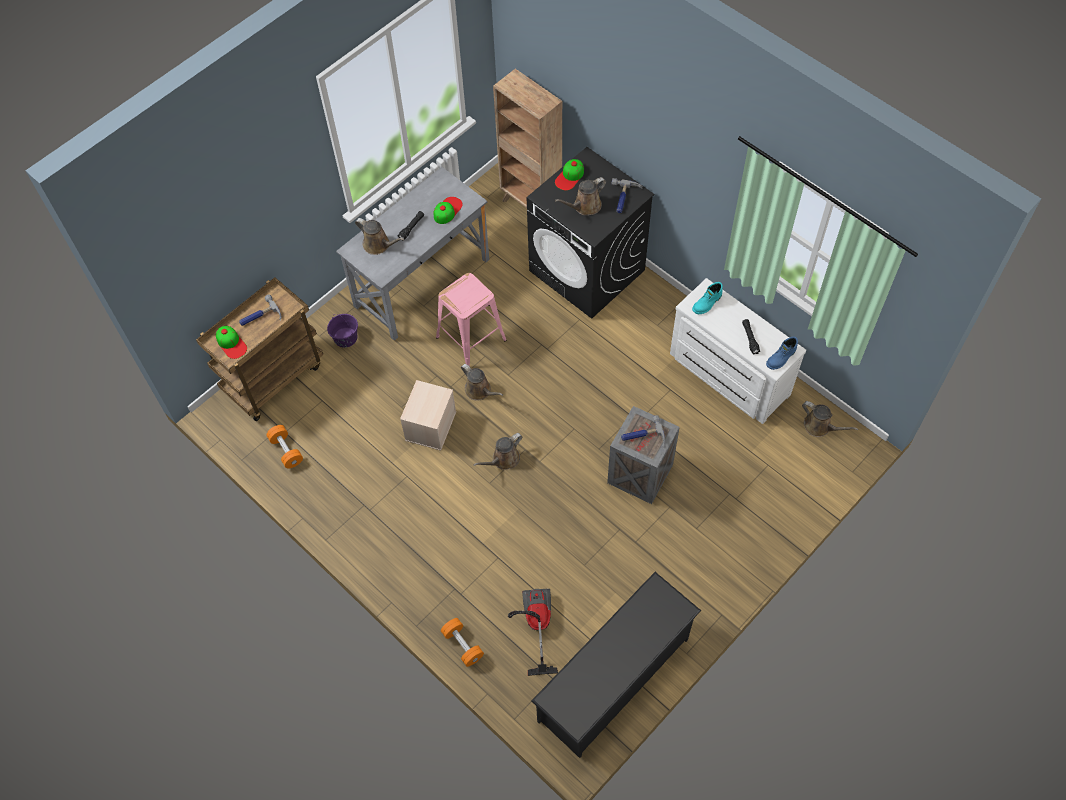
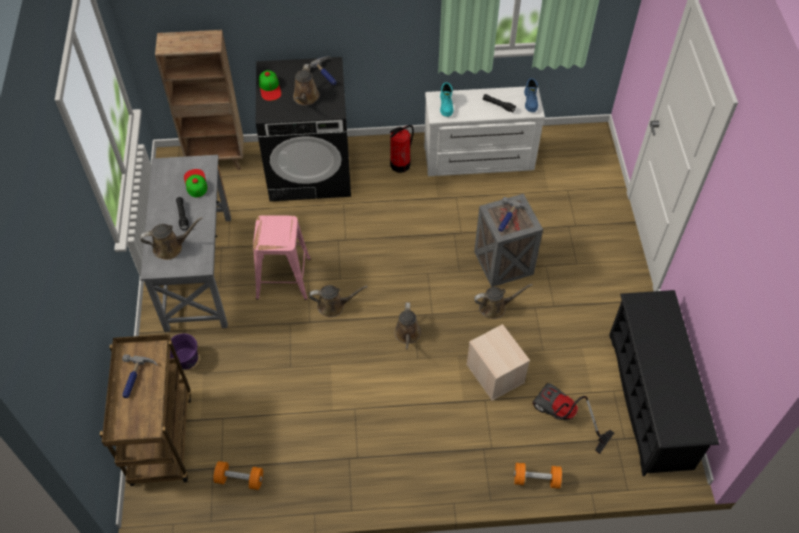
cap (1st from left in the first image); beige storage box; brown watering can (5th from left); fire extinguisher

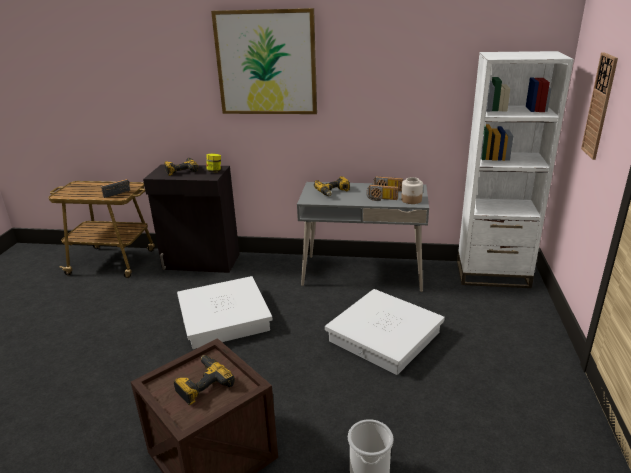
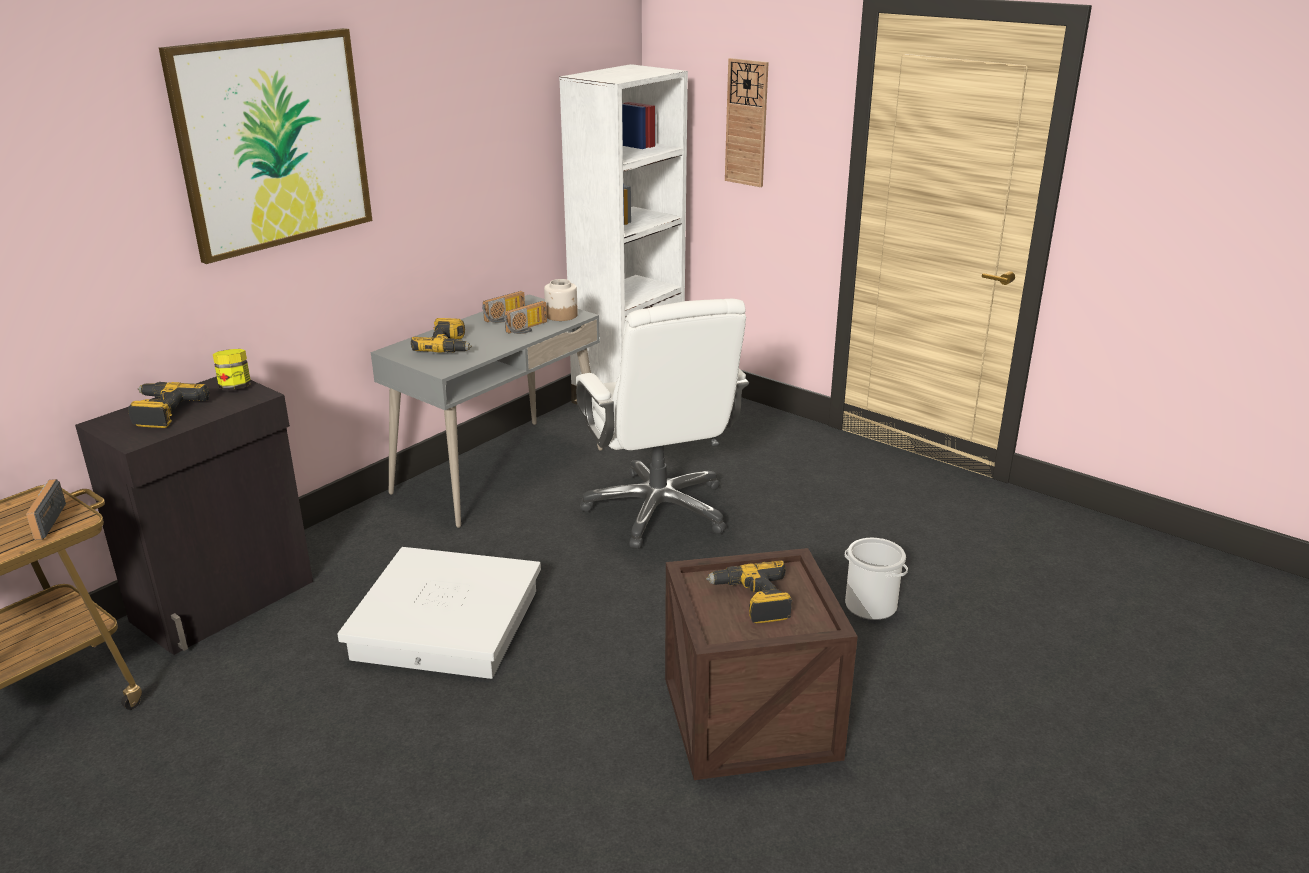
white office chair

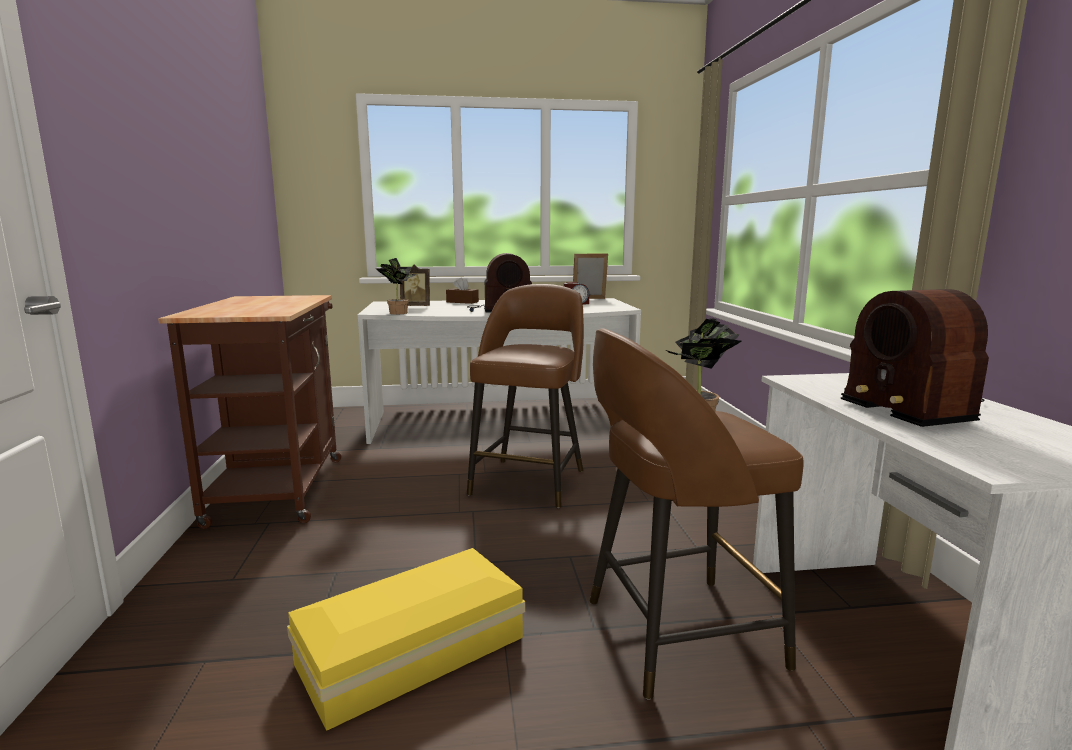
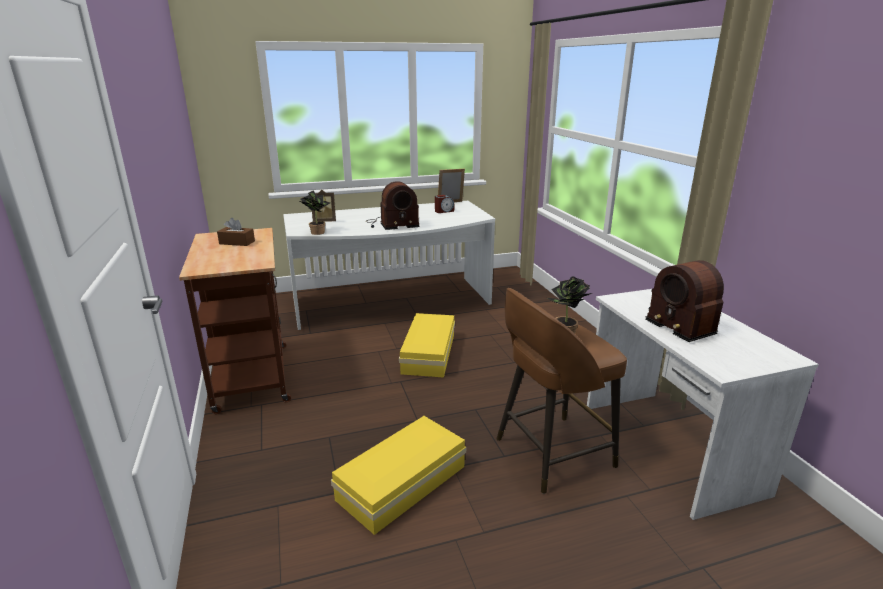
brown tissue box; yellow storage box (2nd from left)

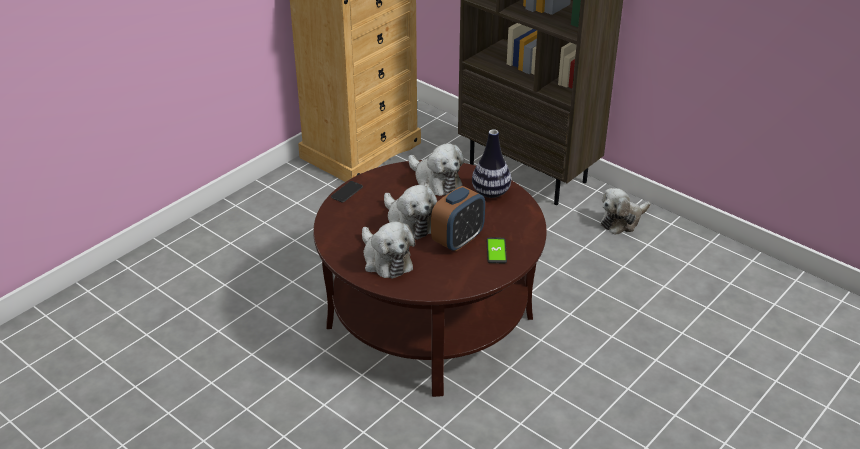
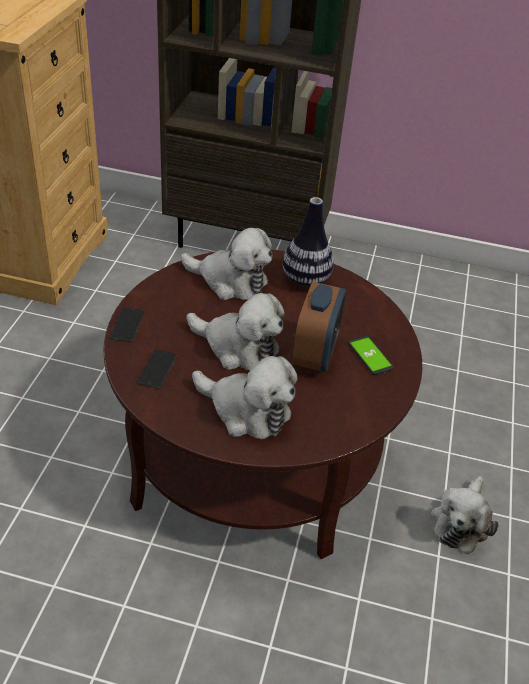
plush toy (4th from left); phone (2nd from left)

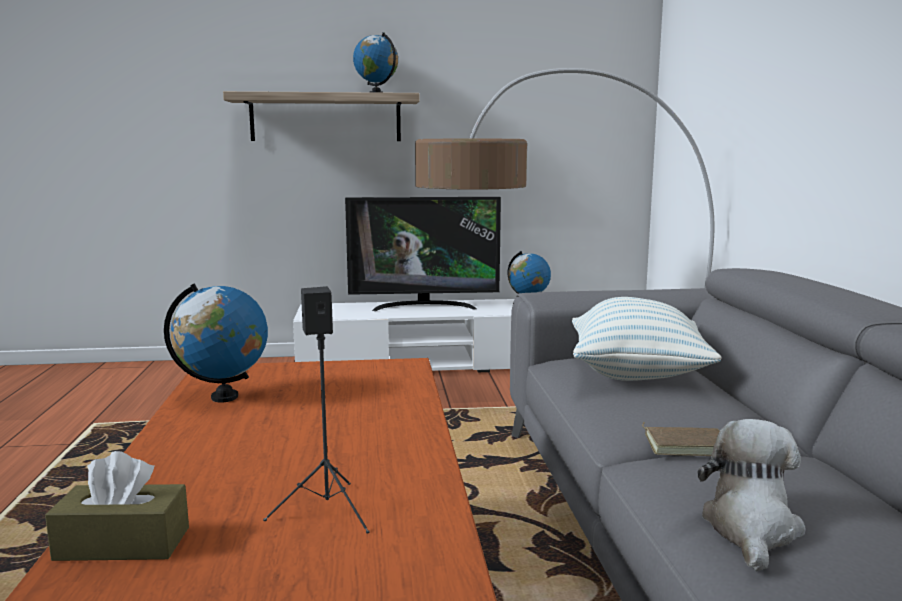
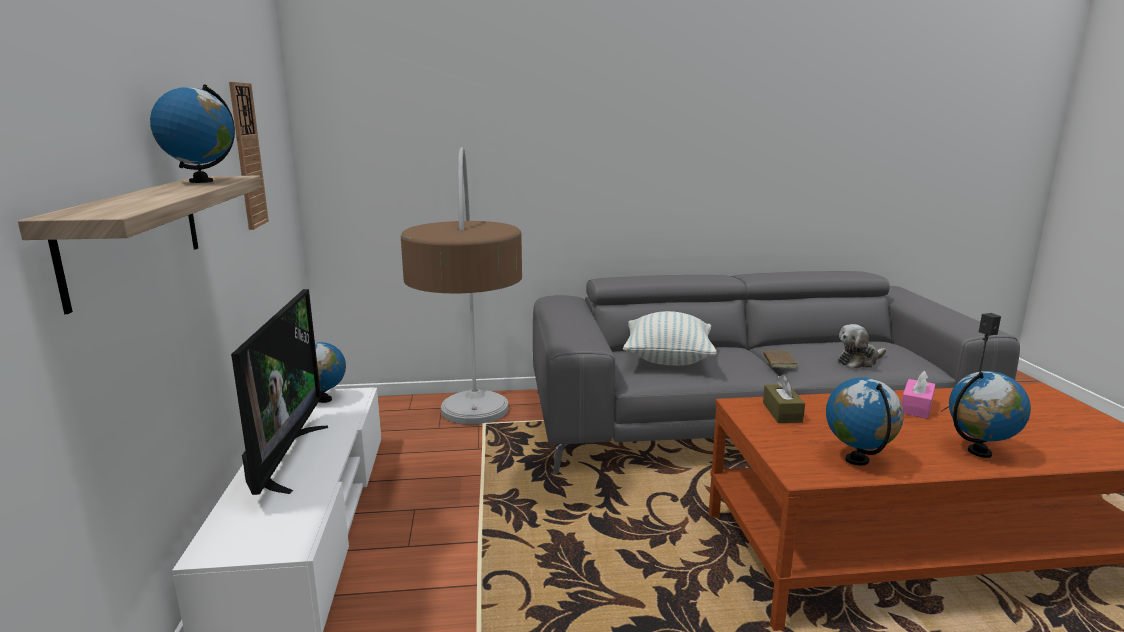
plush toy; brown tissue box; wall clock; pink tissue box; globe (4th from left)

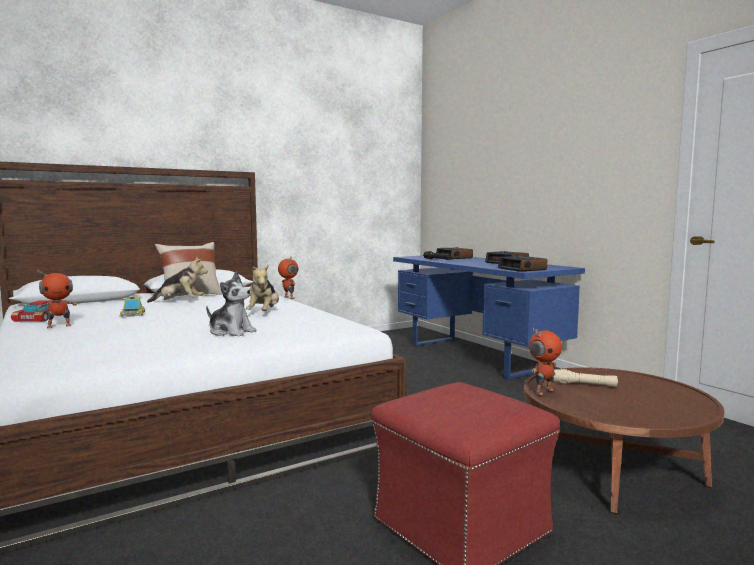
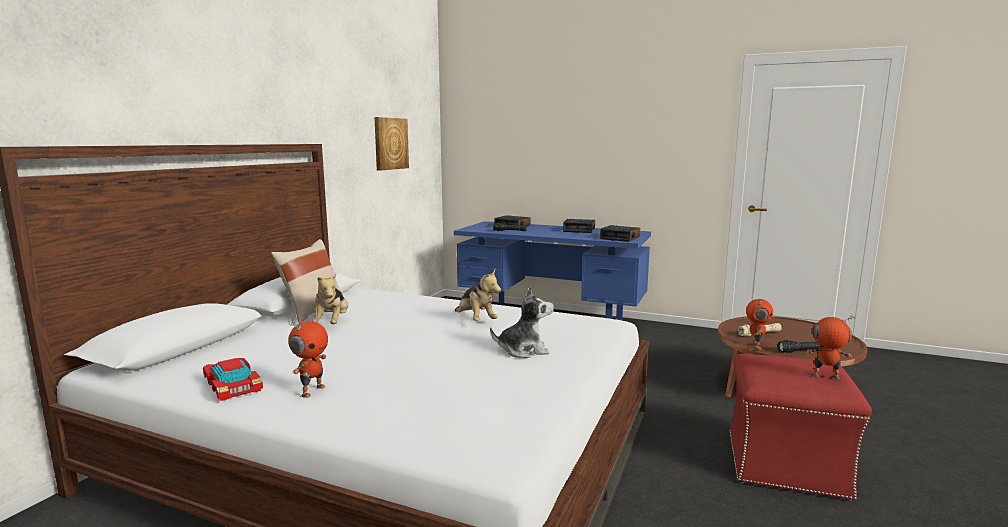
plush toy (1st from left); toy robot (3rd from left); toy car (2nd from left in the first image); picture; black flashlight (2nd from left)

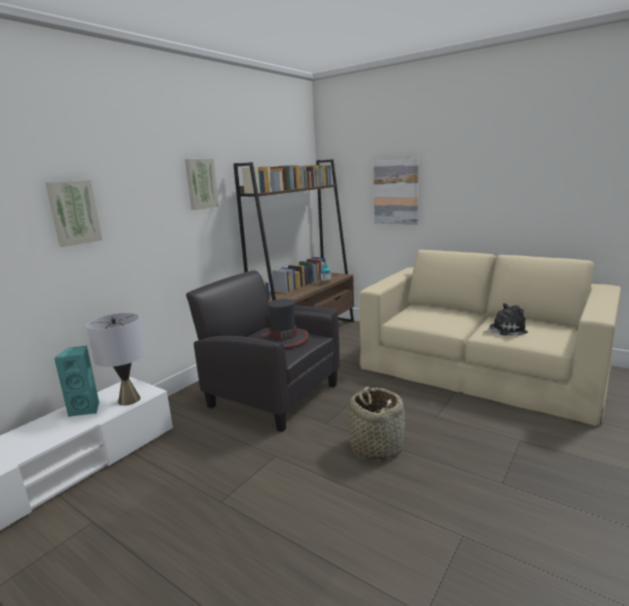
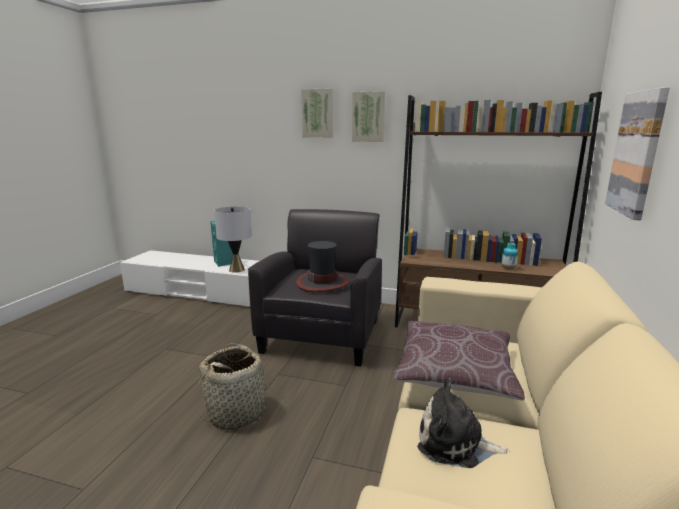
picture (1st from left); plush toy; brown pillow

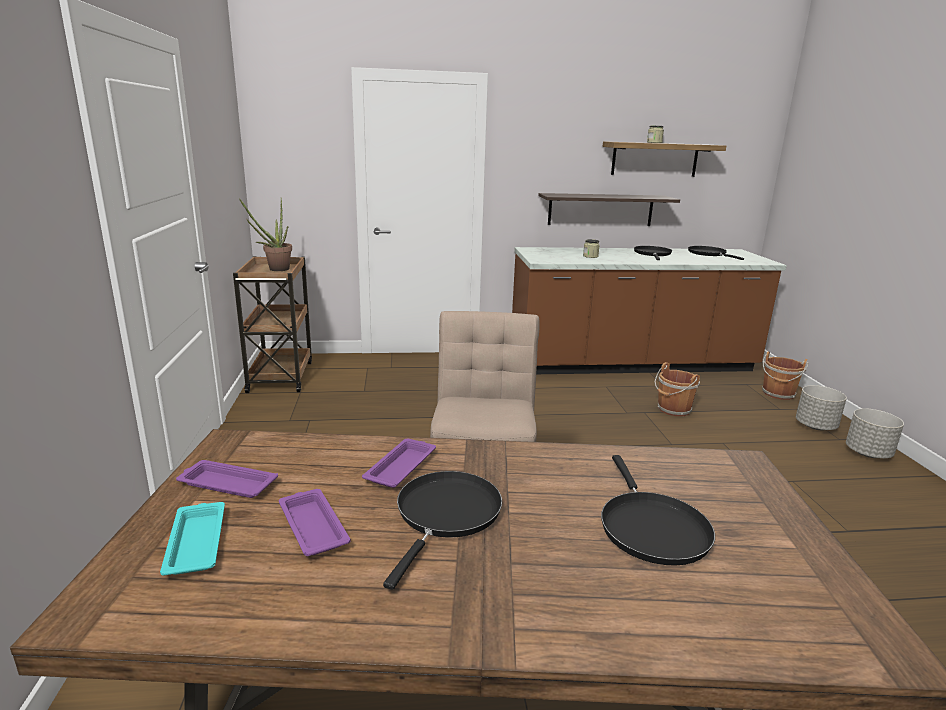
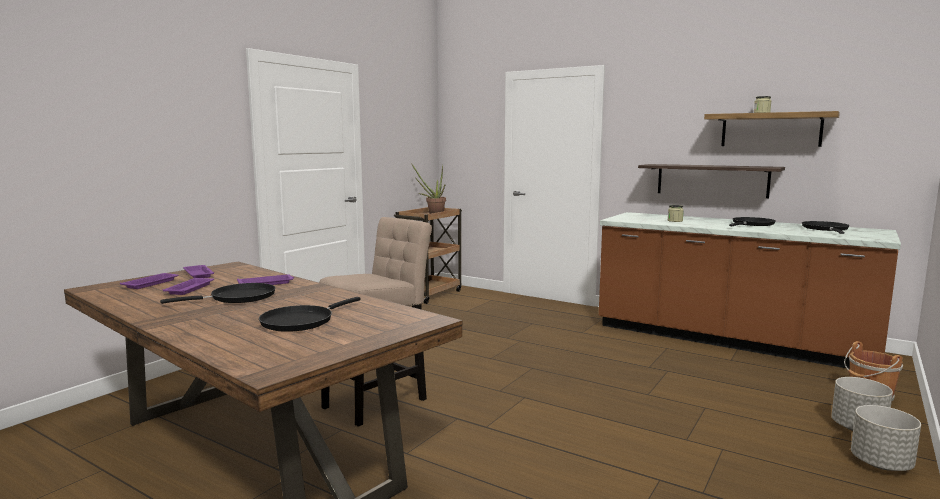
brown bucket (1st from left in the first image); purple tray (1st from left)

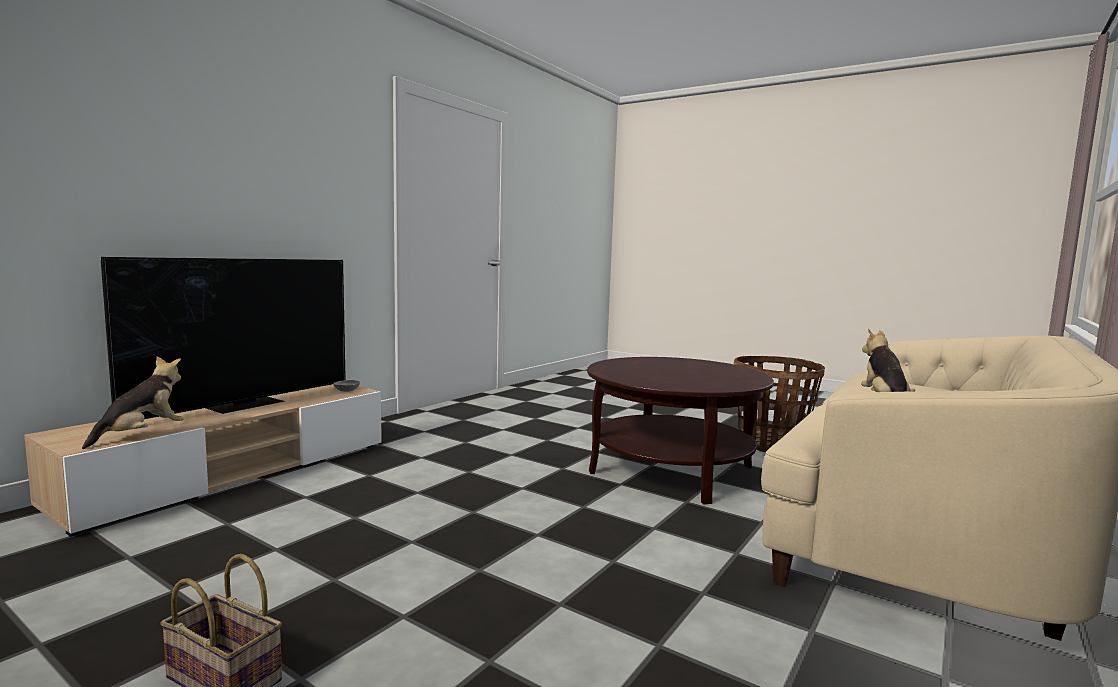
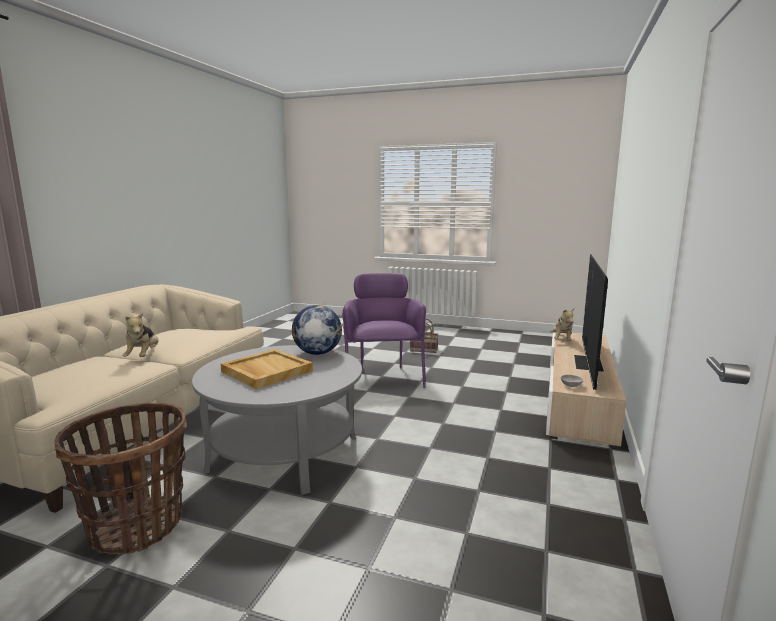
grey coffee table; purple armchair; globe; beige tray

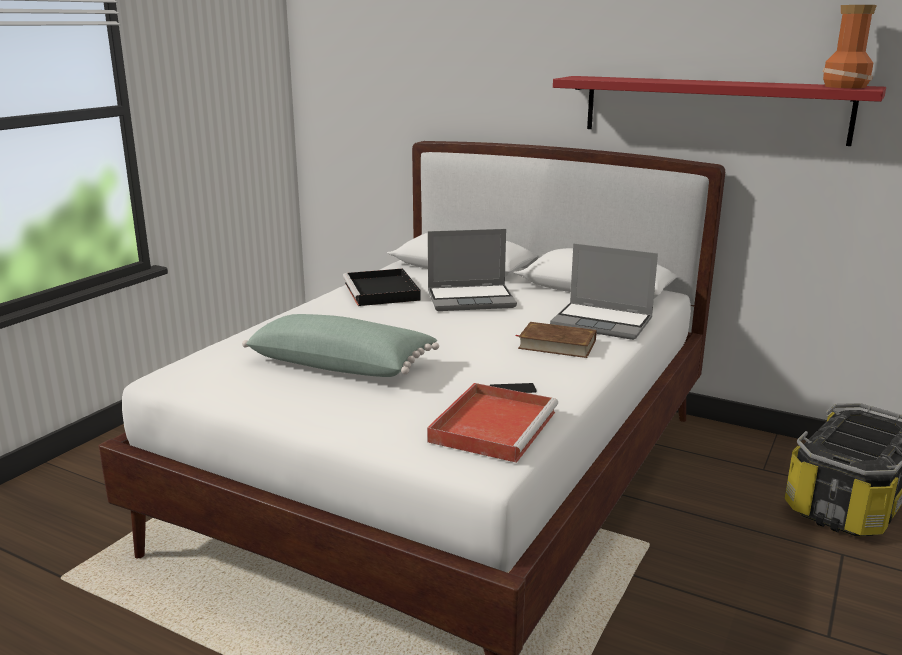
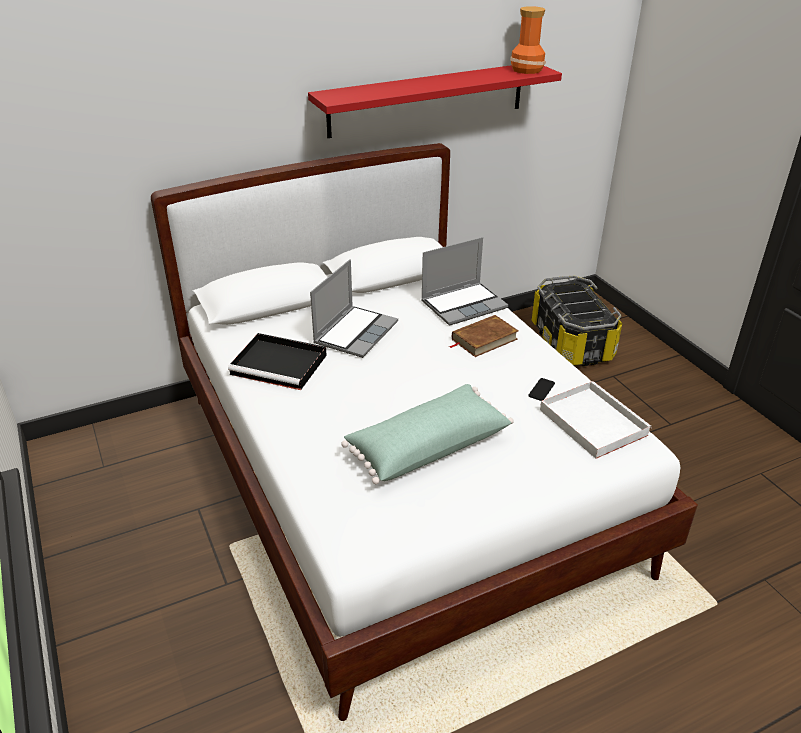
white tray

